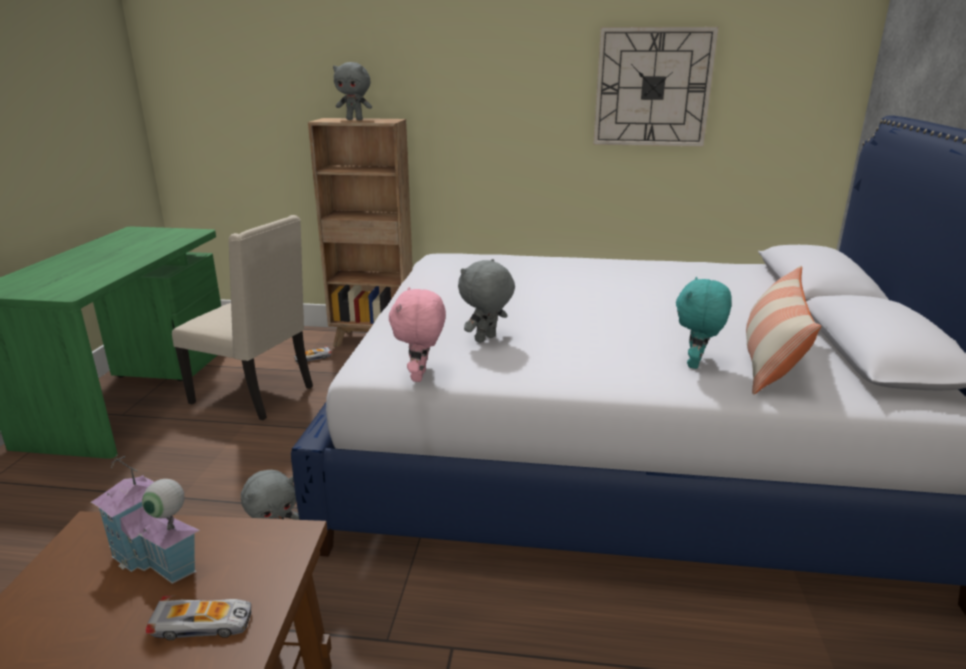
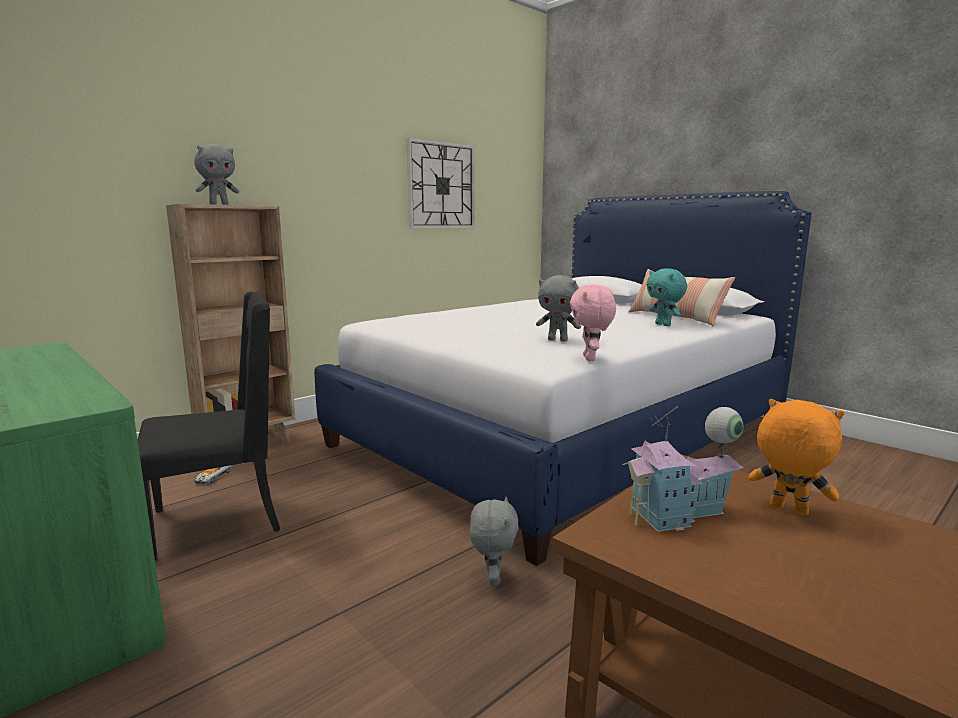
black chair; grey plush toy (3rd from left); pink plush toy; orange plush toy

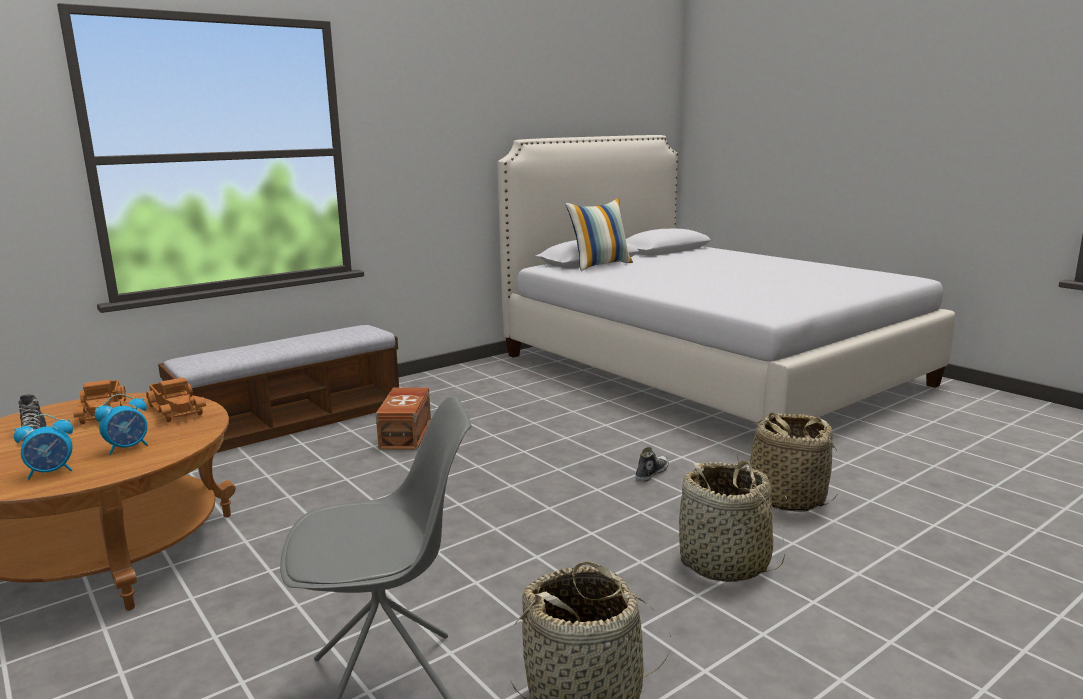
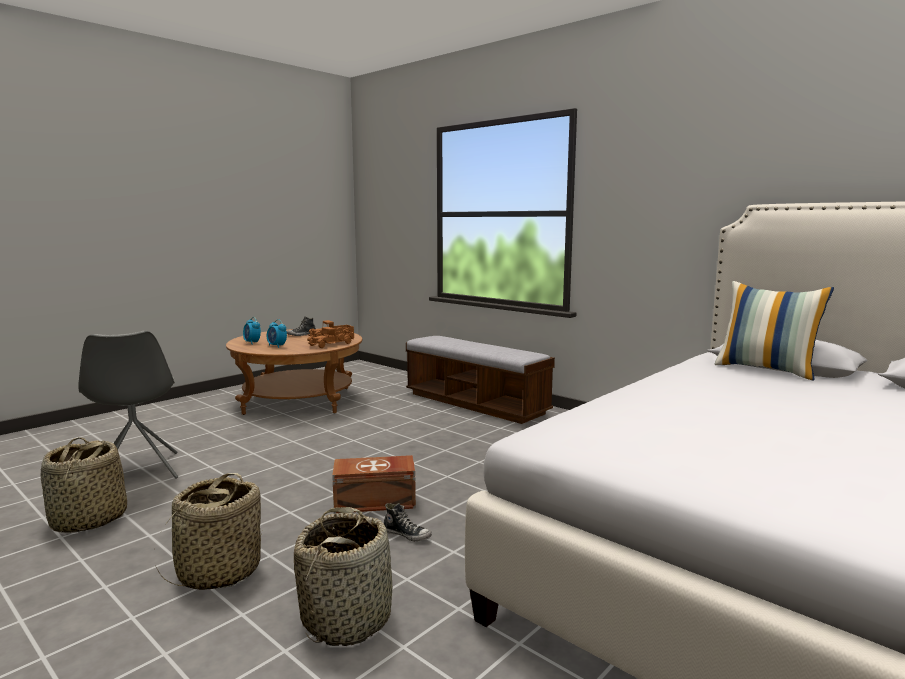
brown storage box

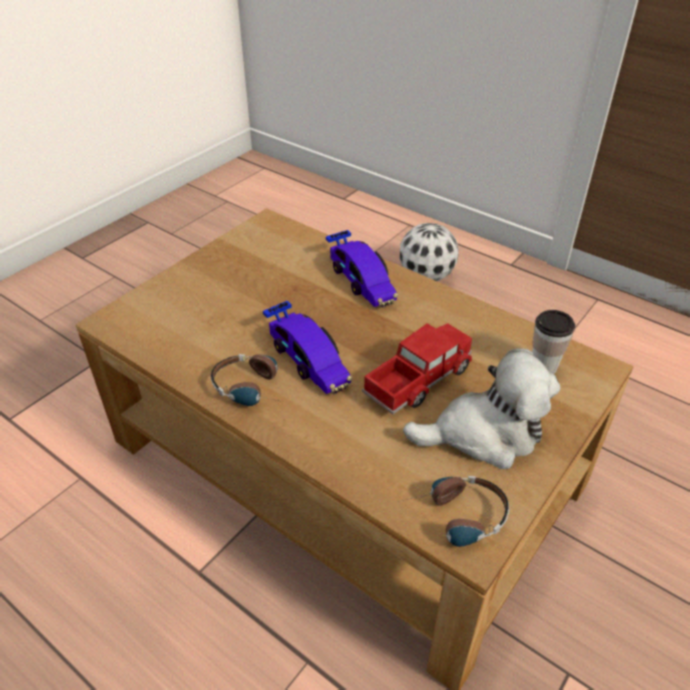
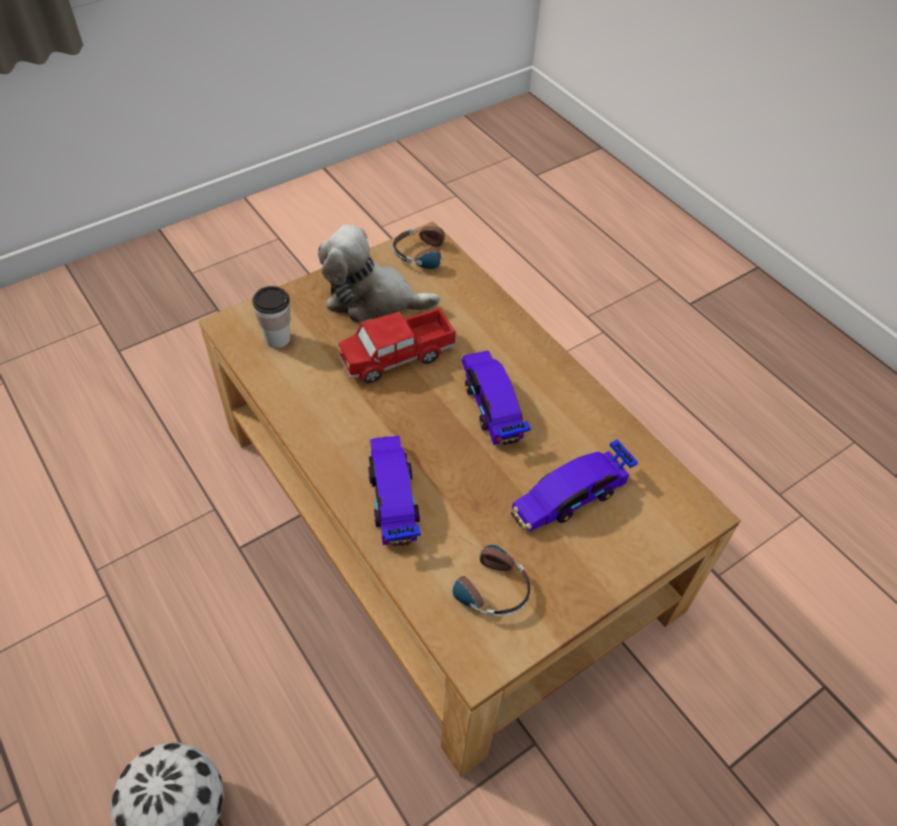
headphones (2nd from left); toy car (3rd from left)

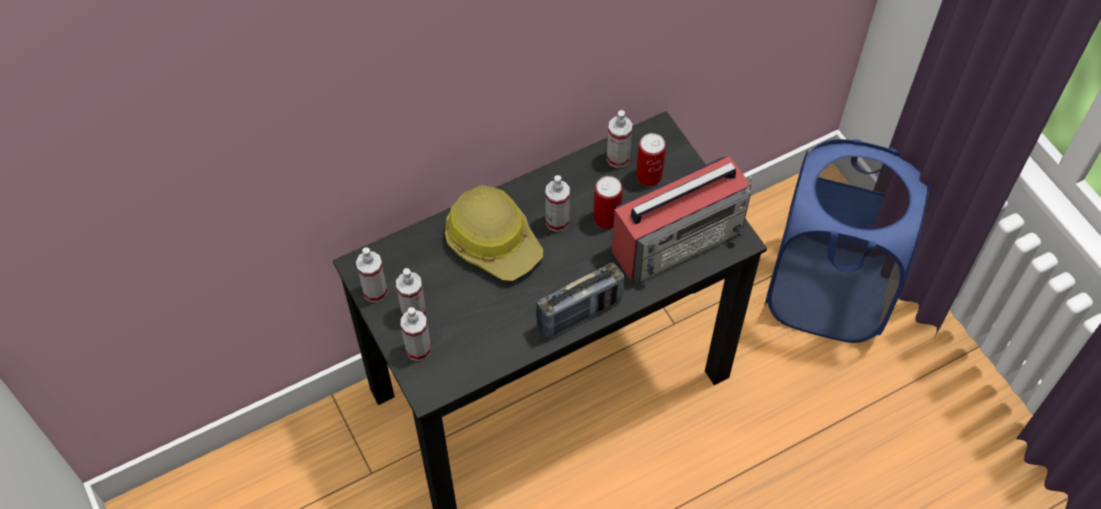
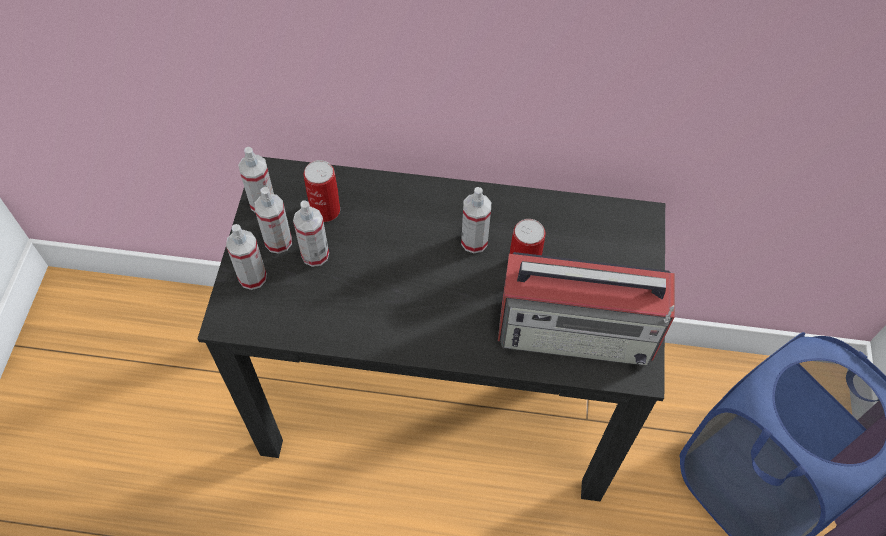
spray bottle (4th from left); can (1st from left); hard hat; radio (1st from left in the first image)

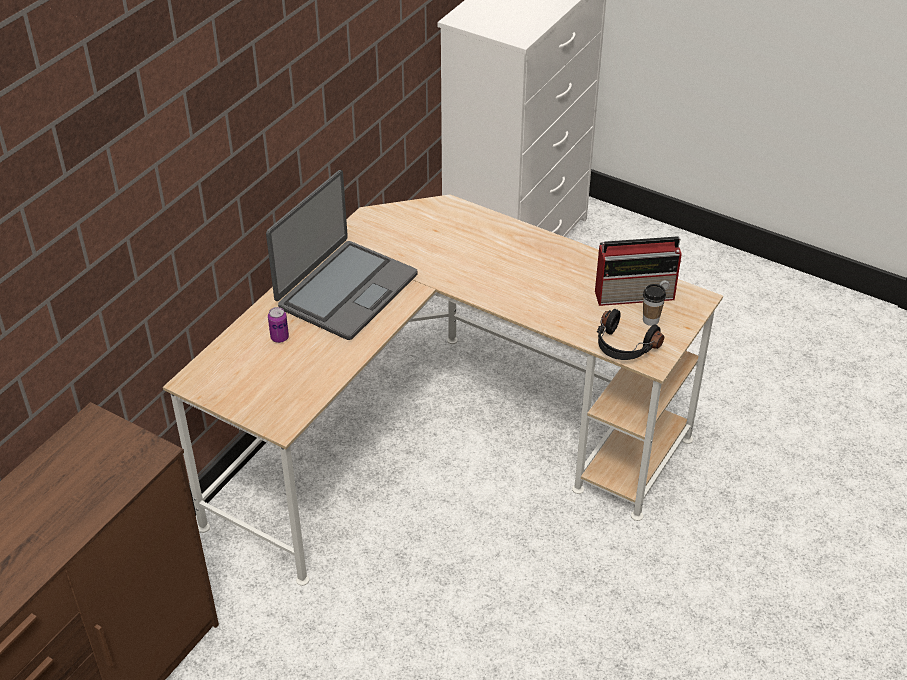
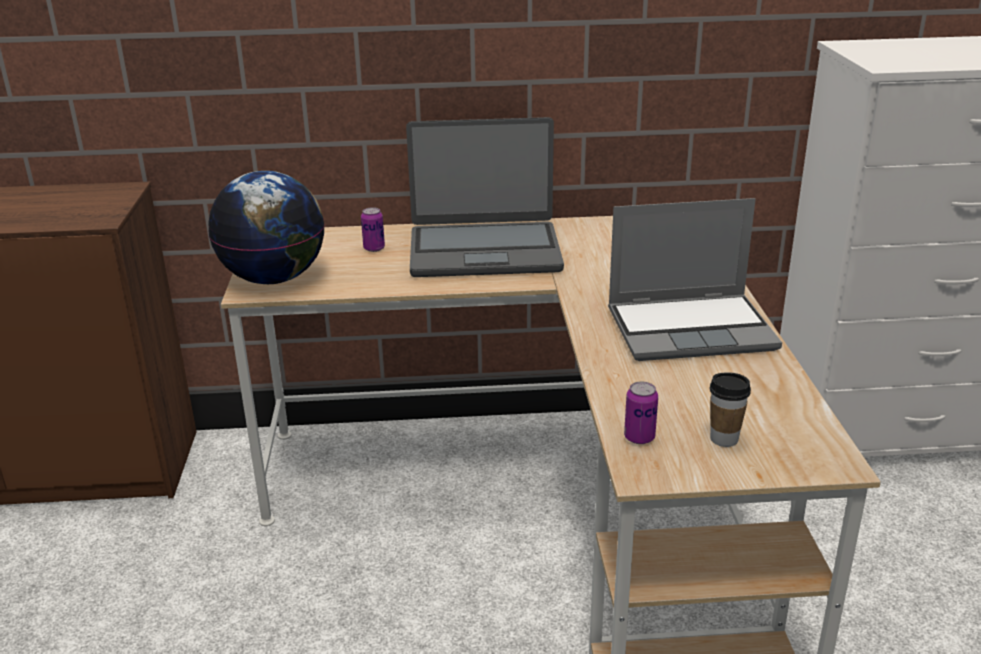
radio; can (2nd from left); globe; laptop (2nd from left)

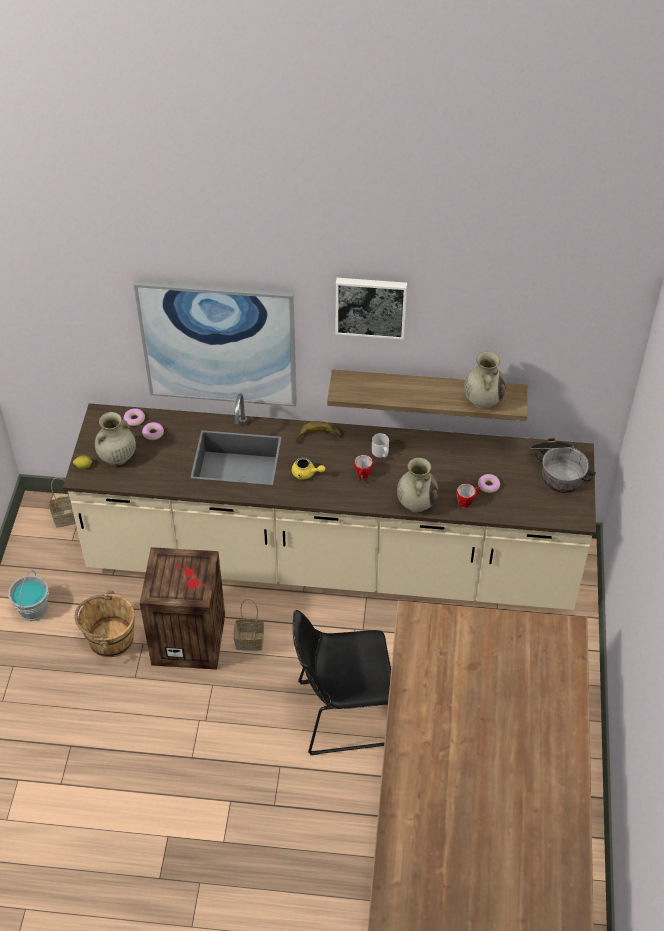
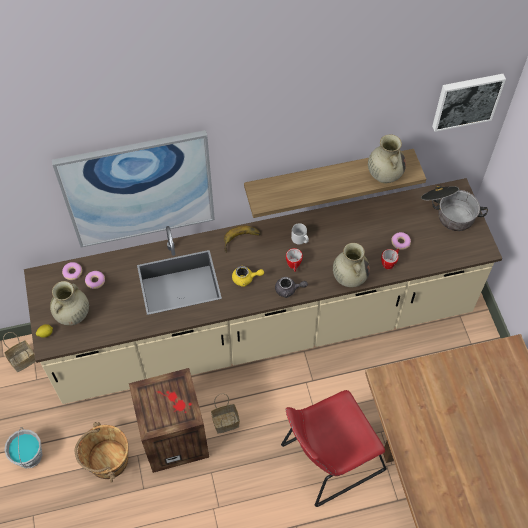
picture (2nd from left); red chair; grey teapot

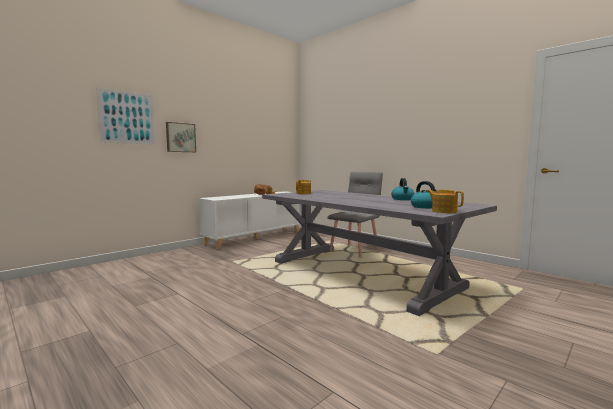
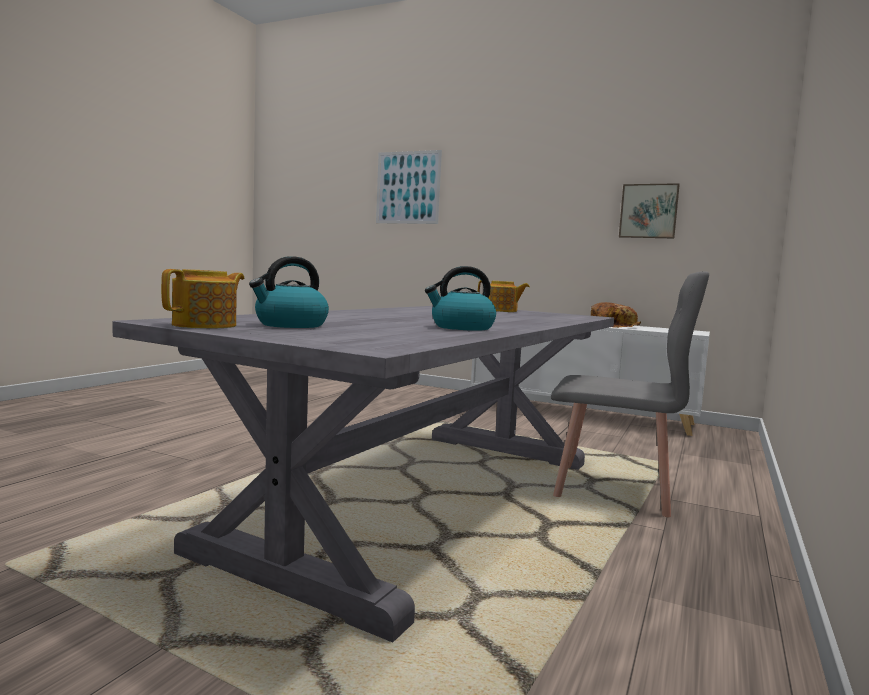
picture (2nd from left)

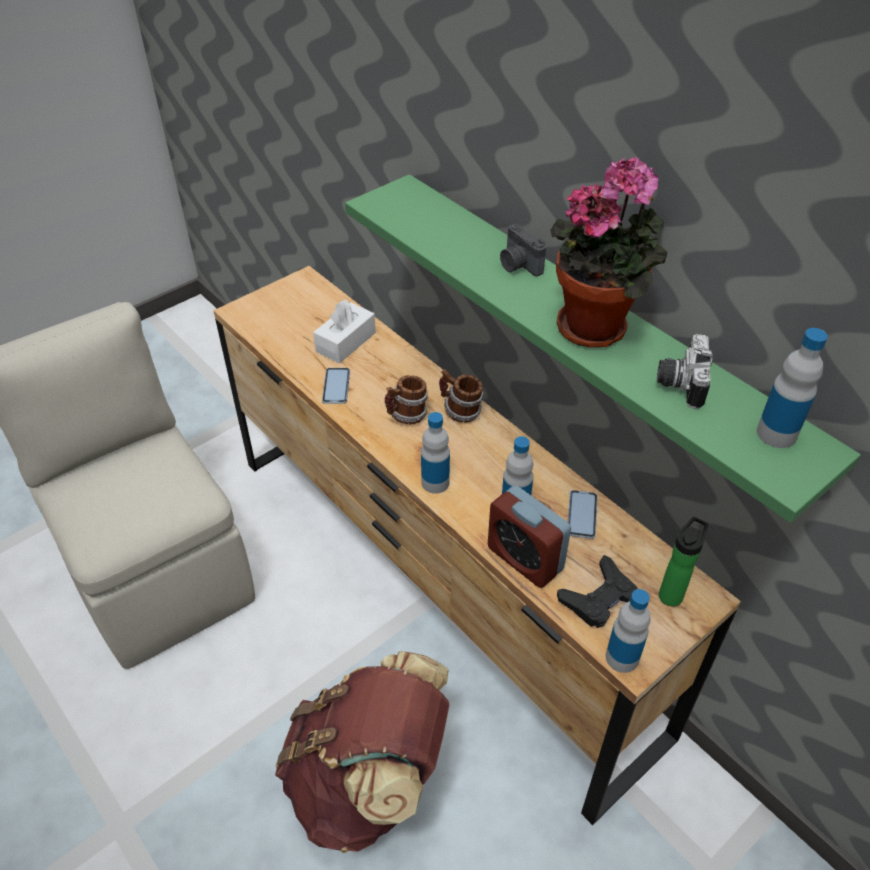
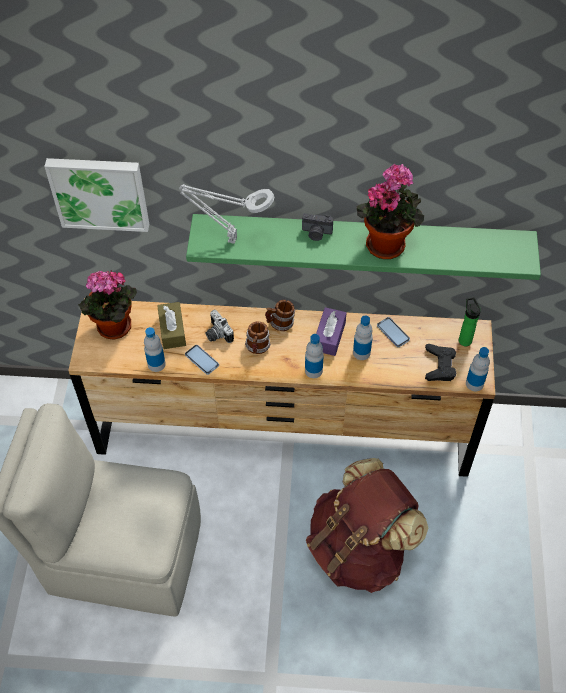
brown tissue box; bottle (1st from left); photo camera (1st from left); alarm clock; picture; grey table lamp; potted plant (1st from left); purple tissue box

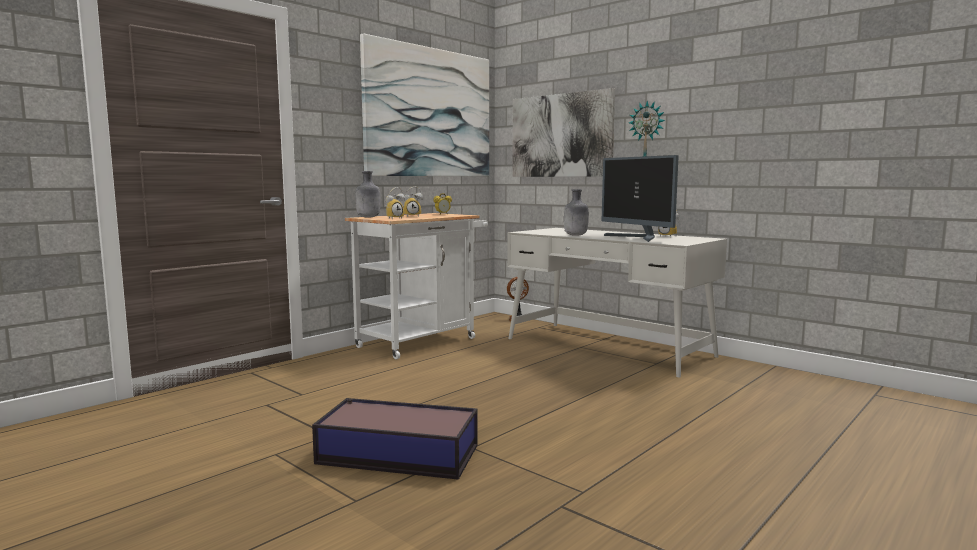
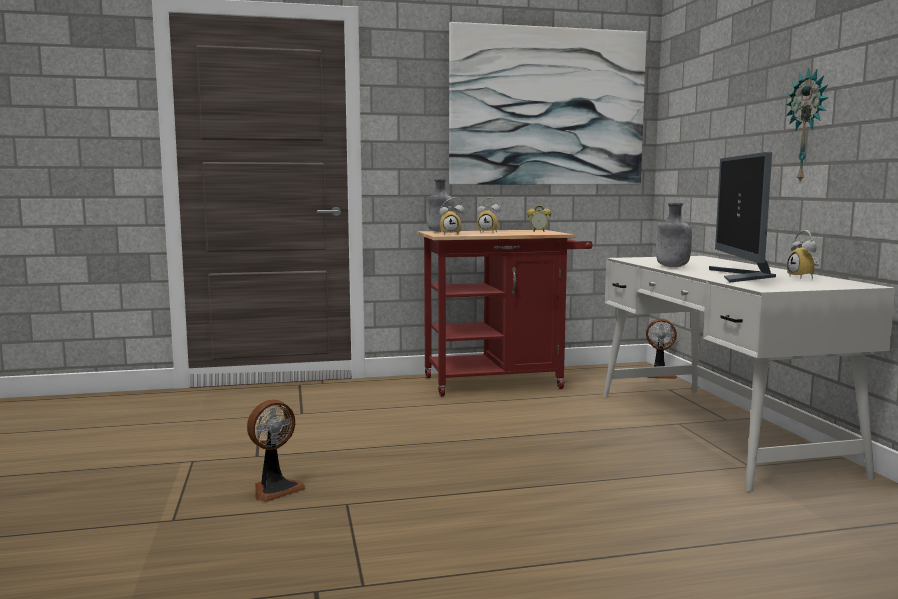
picture (2nd from left in the first image); red cart; fan (1st from left)

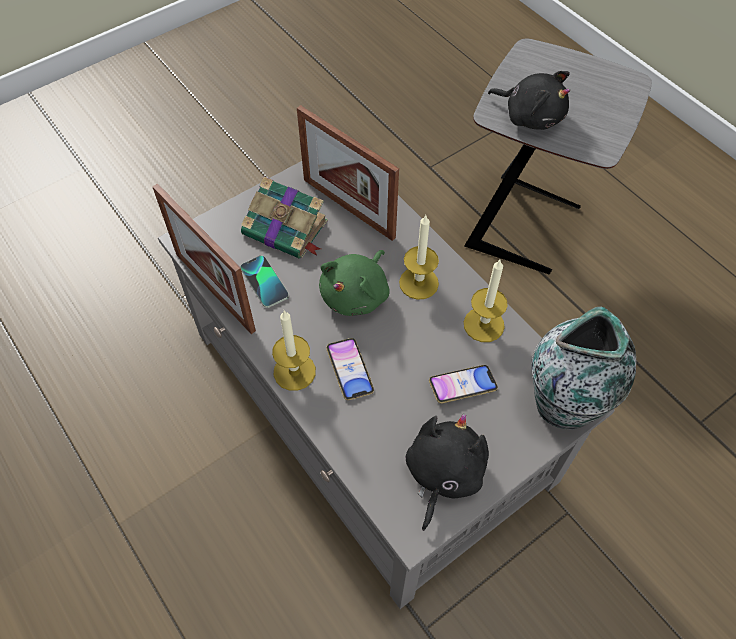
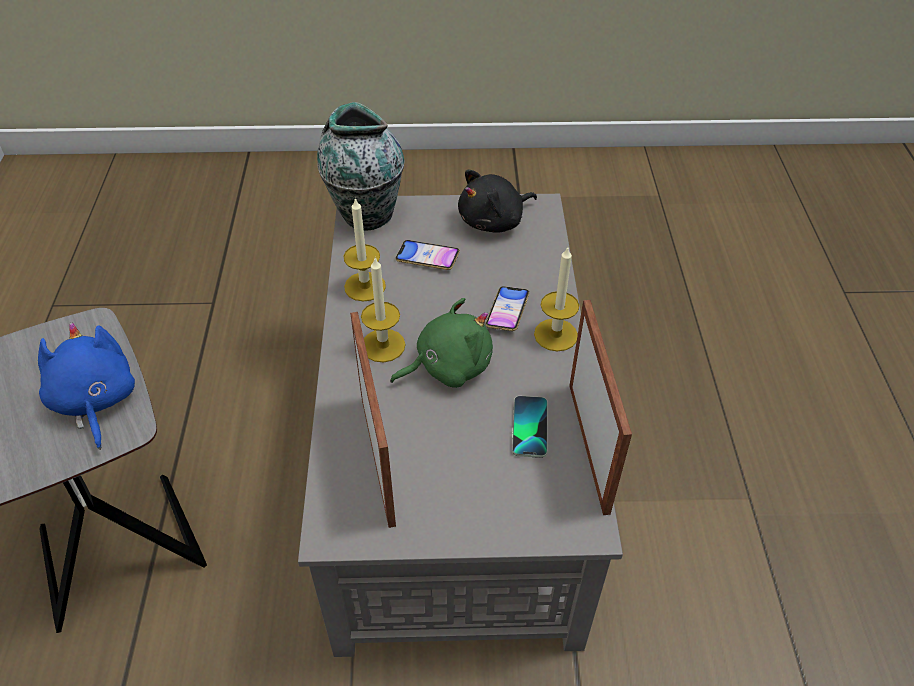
blue plush toy; book

